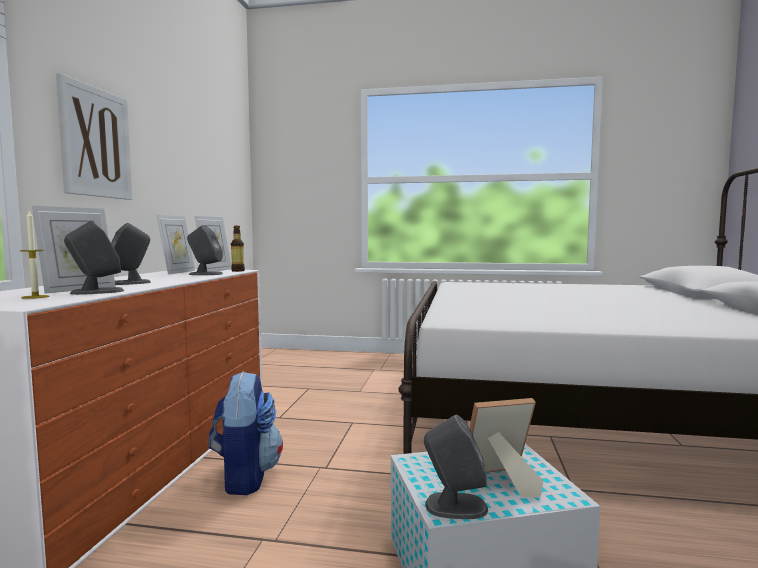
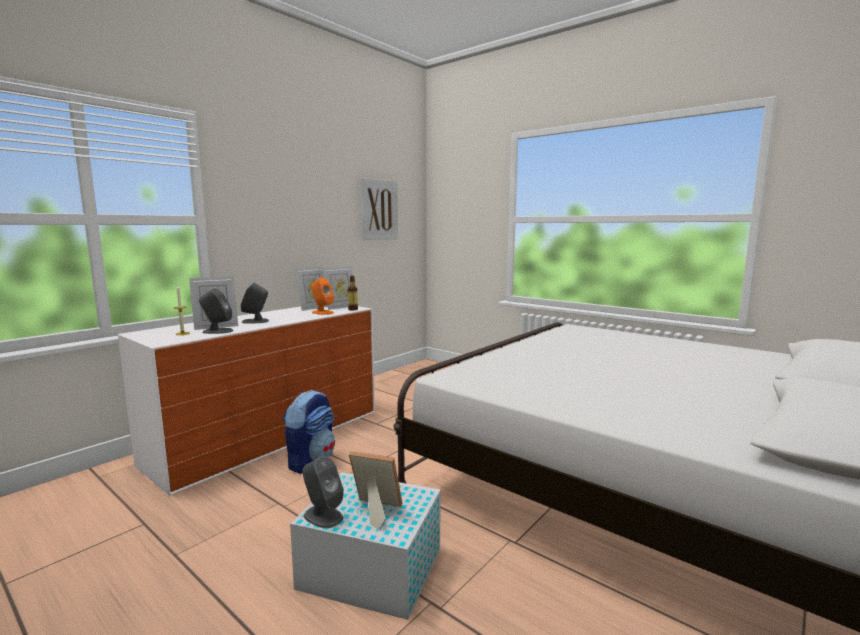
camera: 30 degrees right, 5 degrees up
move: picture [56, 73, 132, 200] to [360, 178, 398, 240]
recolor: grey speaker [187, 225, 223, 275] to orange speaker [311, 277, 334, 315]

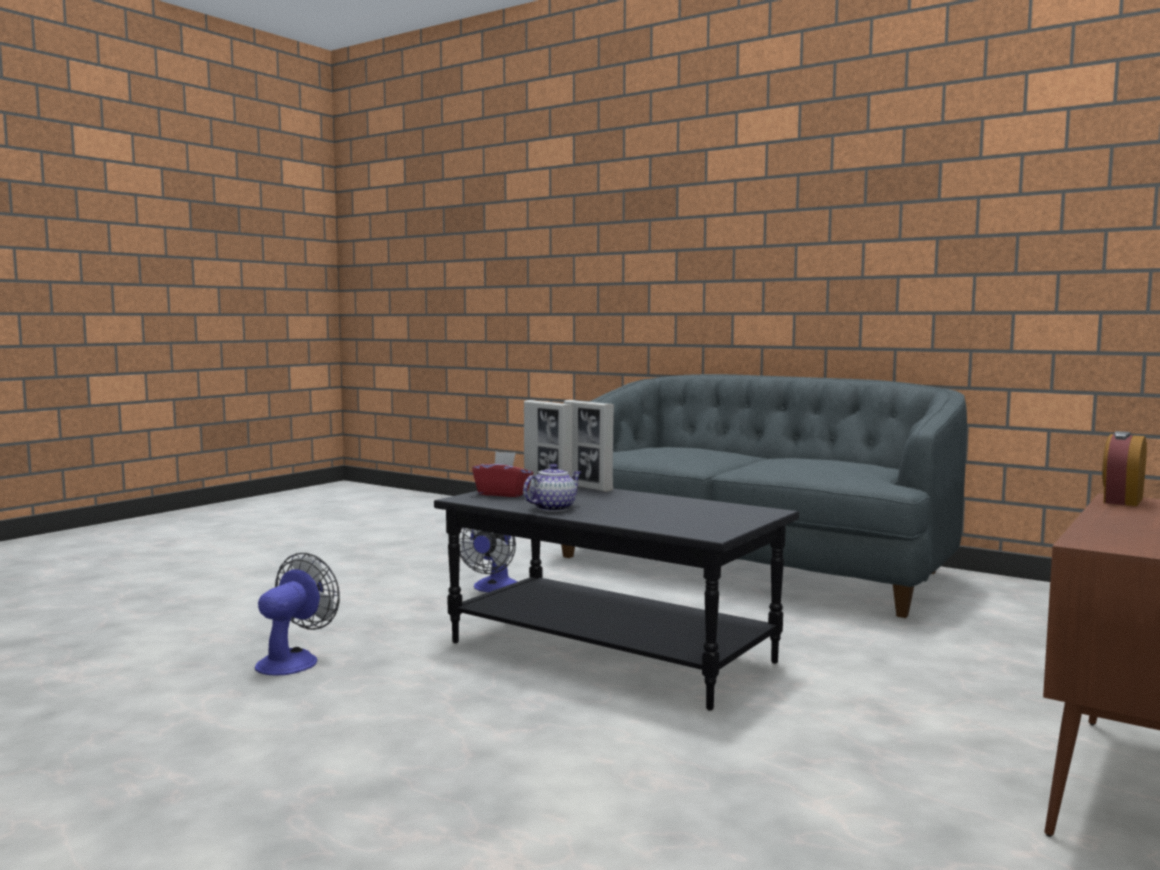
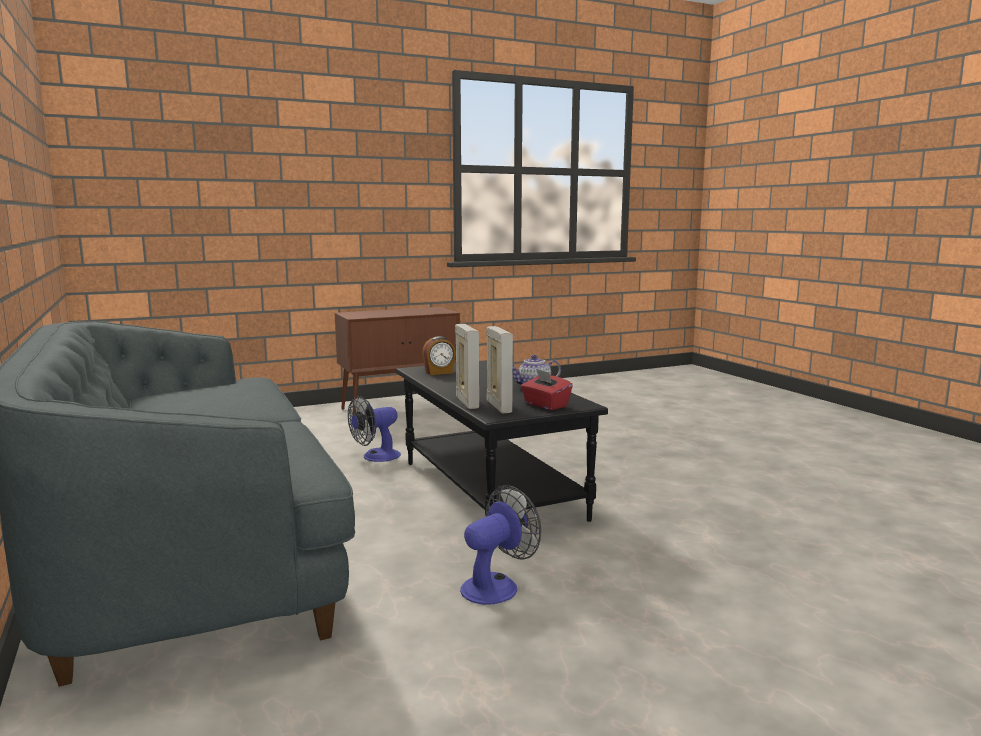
camera: 150 degrees left, 5 degrees up
move: fan [255, 553, 340, 675] to [348, 396, 401, 462]; alarm clock [1102, 431, 1147, 506] to [422, 336, 456, 375]

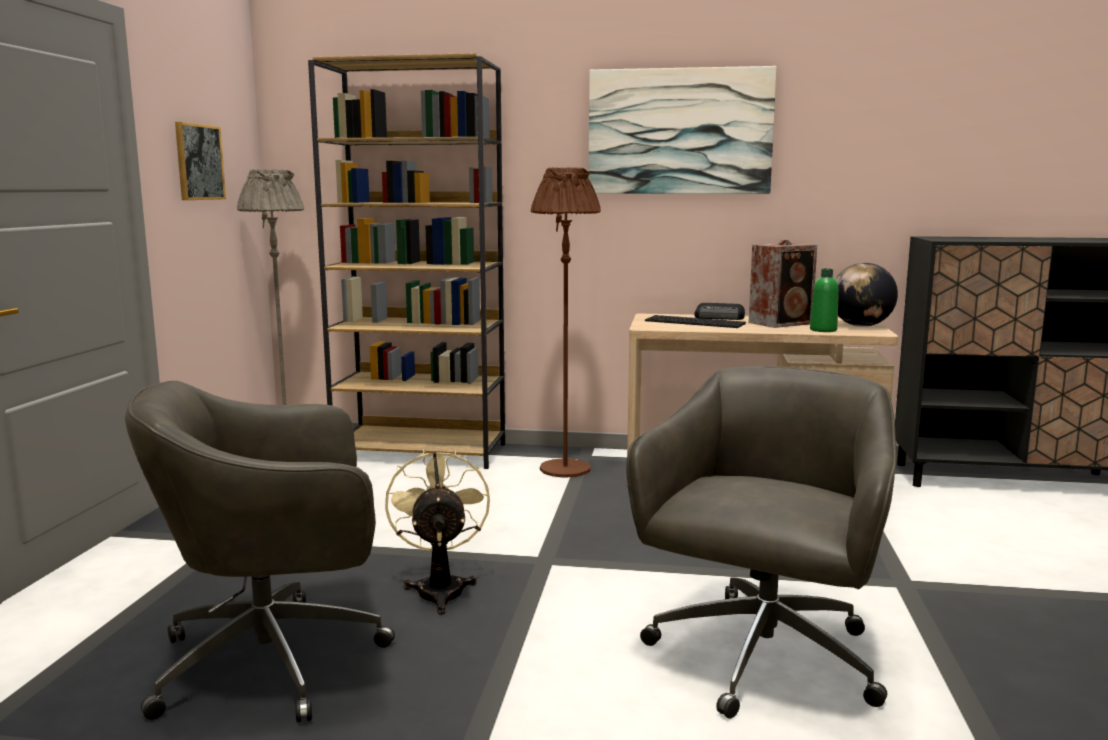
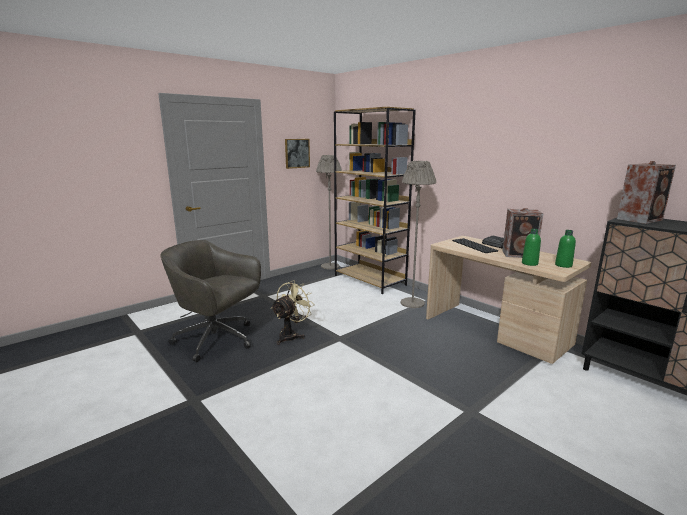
camera: 40 degrees right, 5 degrees up
delete: picture [589, 66, 777, 194]; grey office chair [626, 366, 896, 719]
insert: speaker [617, 161, 676, 224]
replace: globe [835, 263, 898, 327] to green bottle [555, 230, 576, 268]
recolor: brown floor lamp [531, 167, 601, 477] to grey floor lamp [400, 161, 436, 308]

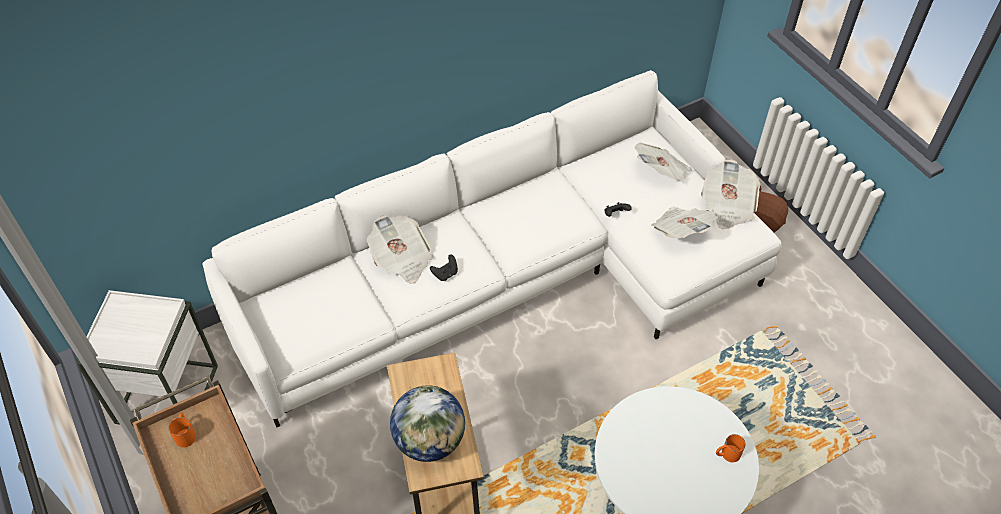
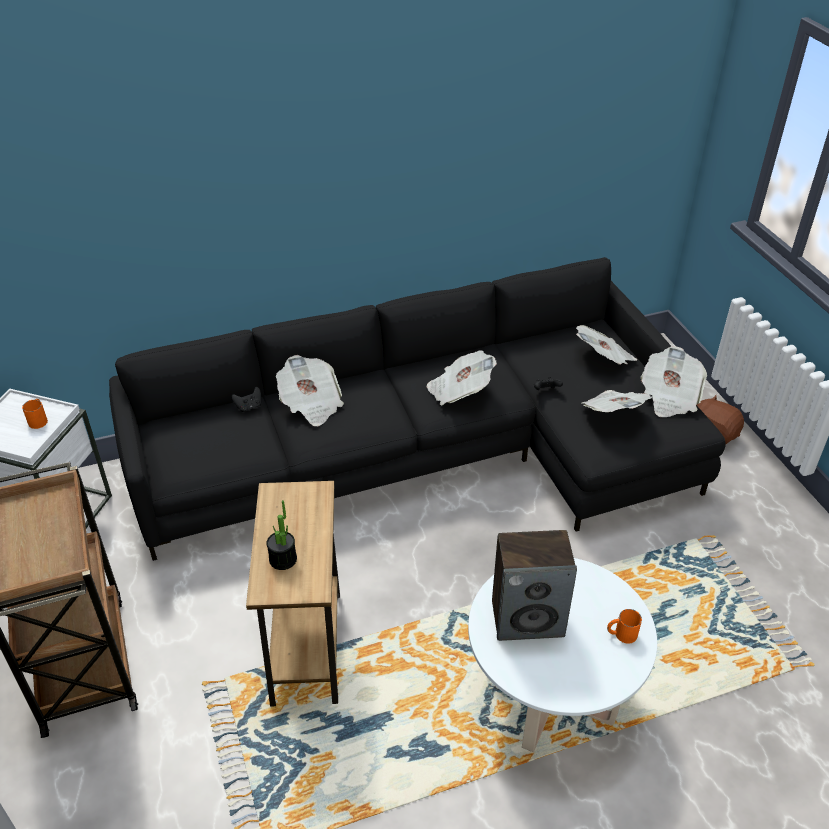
camera: 10 degrees right, 10 degrees down
insert: newspaper [426, 350, 497, 406]; speaker [492, 530, 577, 641]
move: orange mug [169, 413, 196, 447] to [22, 399, 48, 429]; black game controller [430, 254, 458, 281] to [231, 387, 261, 412]
replace: globe [390, 385, 465, 462] to potted plant [267, 500, 297, 570]
recolor: white sofa [202, 70, 782, 427] to black sofa [109, 257, 726, 561]

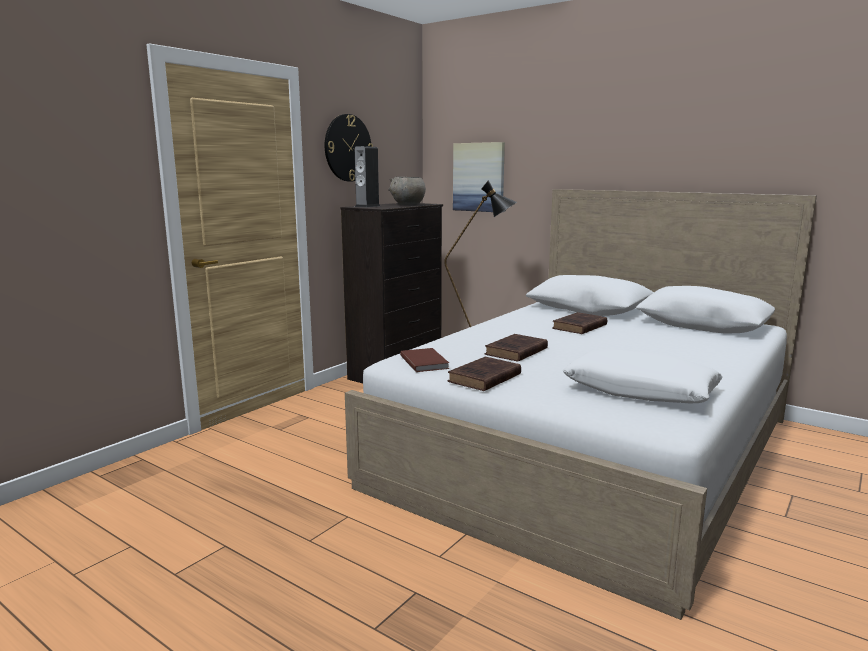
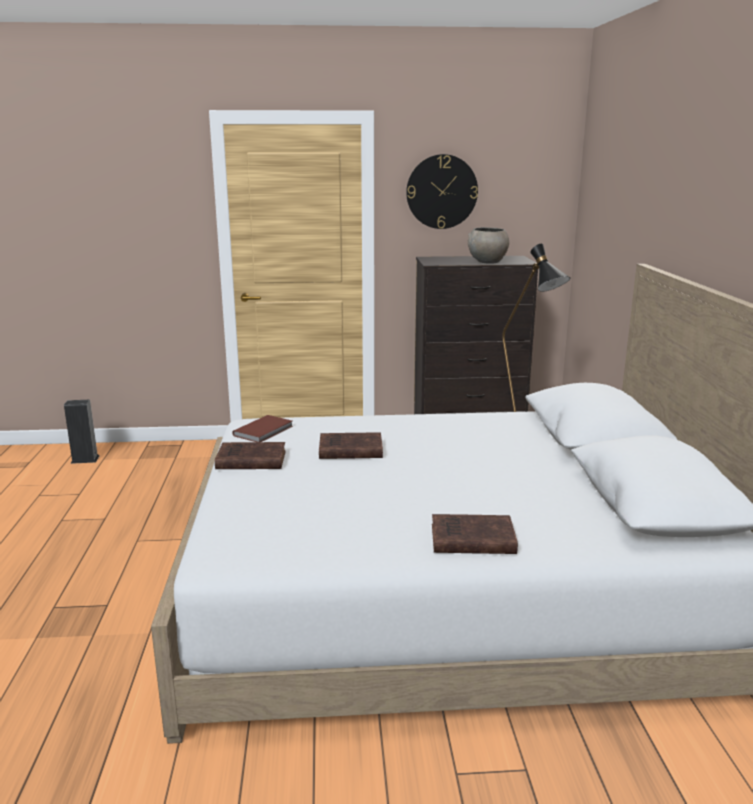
camera: 50 degrees right, 5 degrees up
delete: picture [453, 142, 505, 212]; white pillow [563, 349, 723, 403]
move: speaker [355, 146, 380, 207] to [64, 400, 99, 464]; brown book [552, 312, 607, 334] to [432, 514, 518, 554]

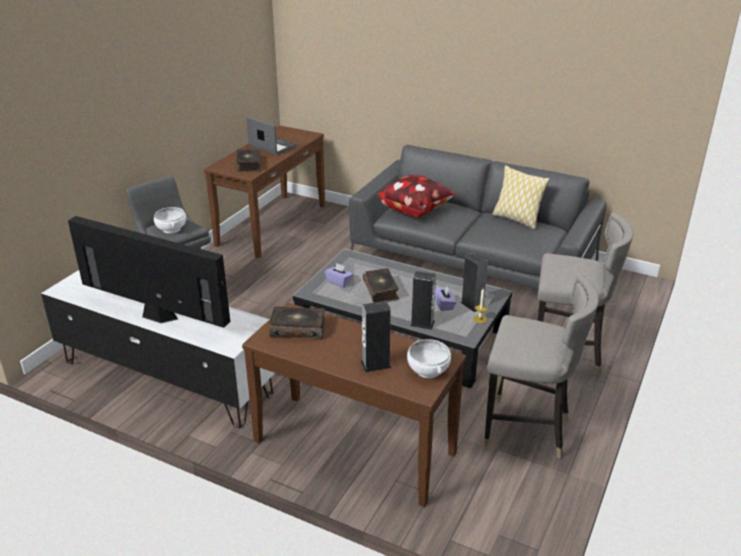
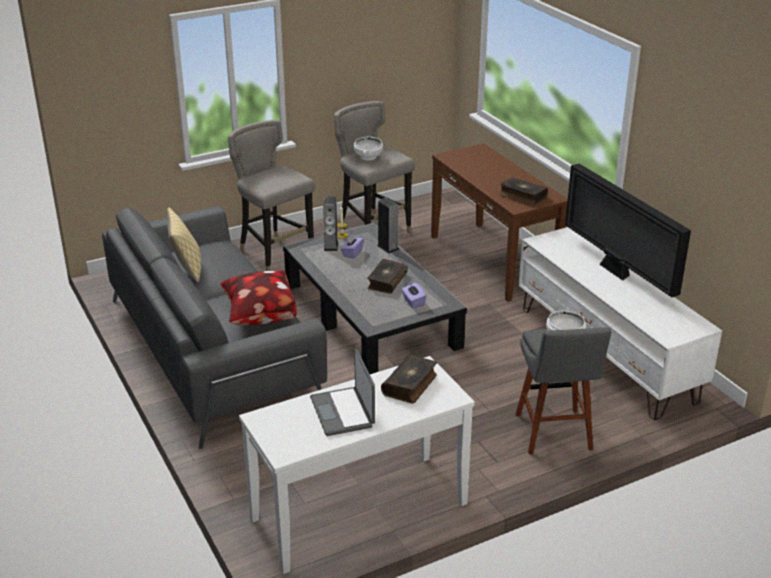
camera: 145 degrees left, 0 degrees up
delete: speaker [360, 301, 392, 372]
move: white bowl [407, 339, 451, 378] to [354, 137, 383, 160]
recolor: brown console table [204, 125, 325, 258] to white console table [239, 356, 475, 574]

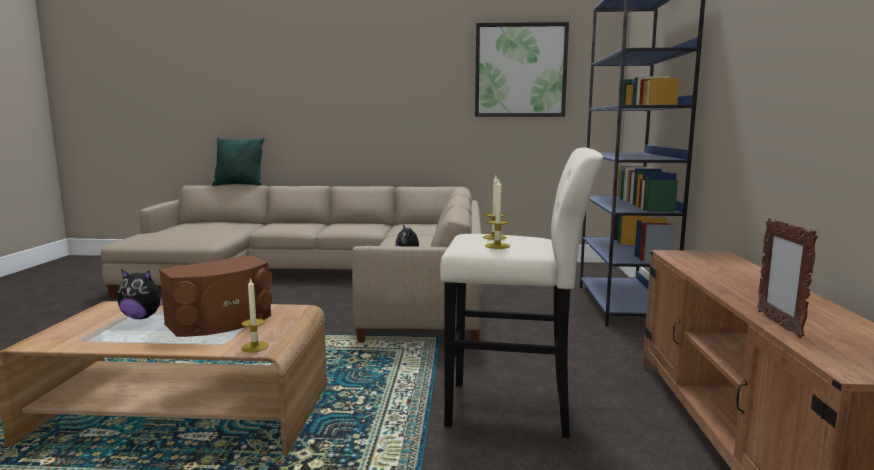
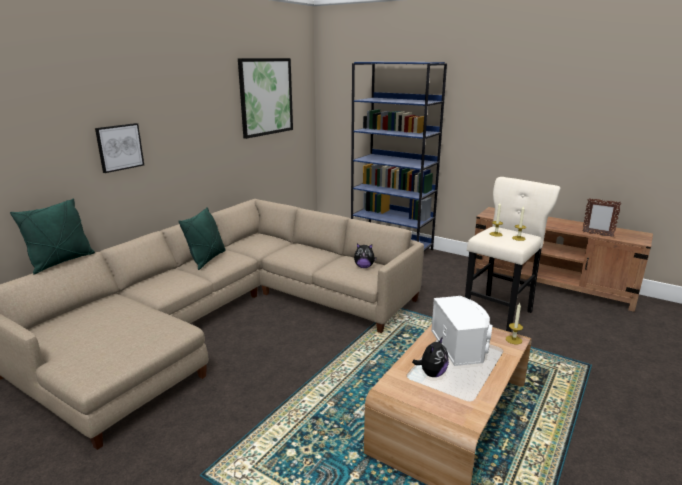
camera: 60 degrees left, 10 degrees up
insert: picture [95, 123, 144, 173]; green pillow [178, 207, 226, 270]
recolor: brown speaker [159, 255, 272, 337] to white speaker [431, 296, 492, 366]

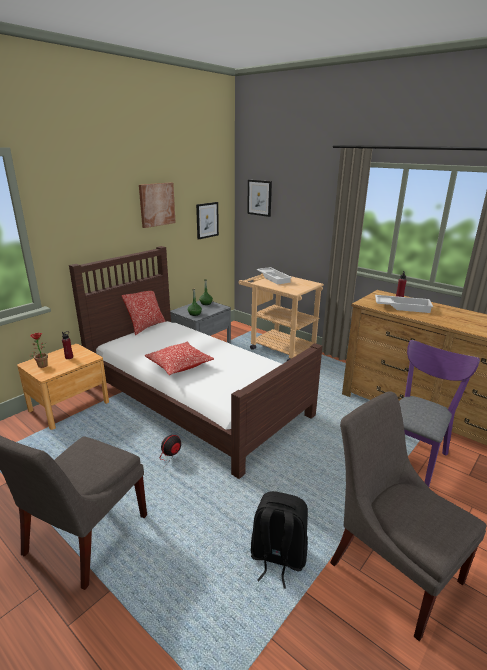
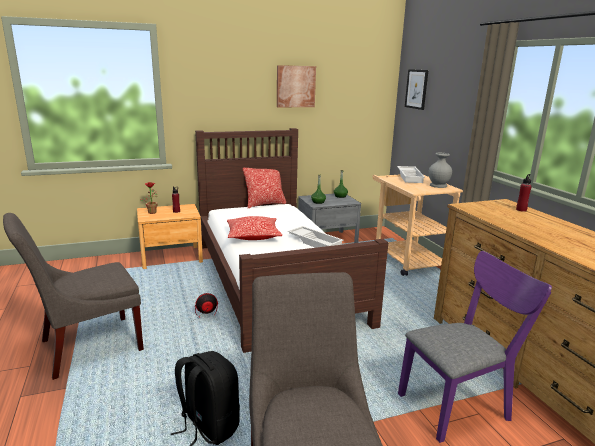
camera: 30 degrees right, 5 degrees down
delete: picture [196, 202, 219, 240]
insert: grey vase [428, 153, 452, 188]
move: white tray [375, 295, 433, 313] to [288, 226, 344, 248]

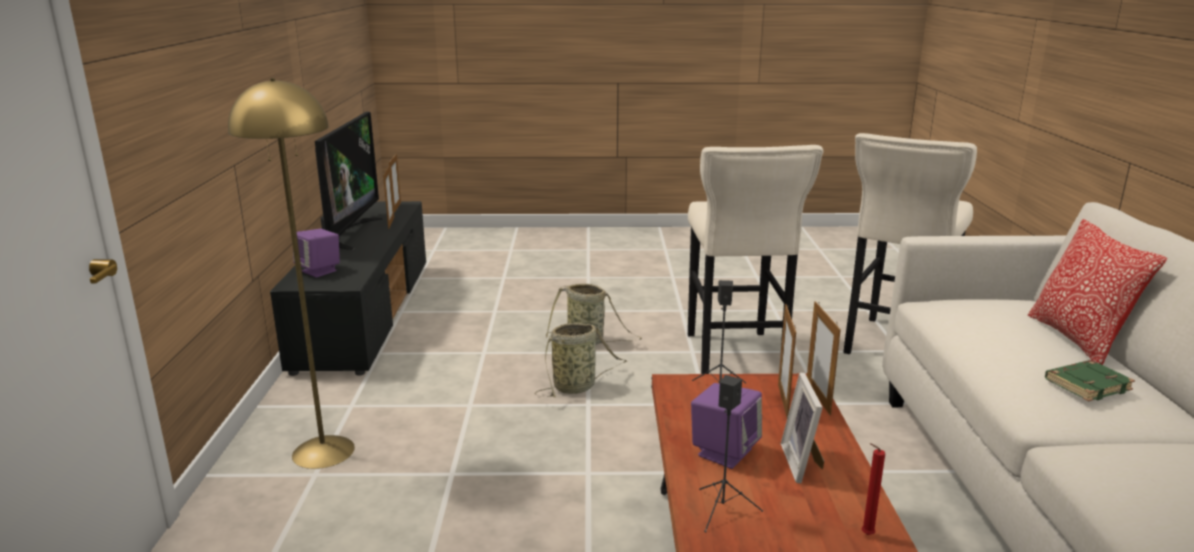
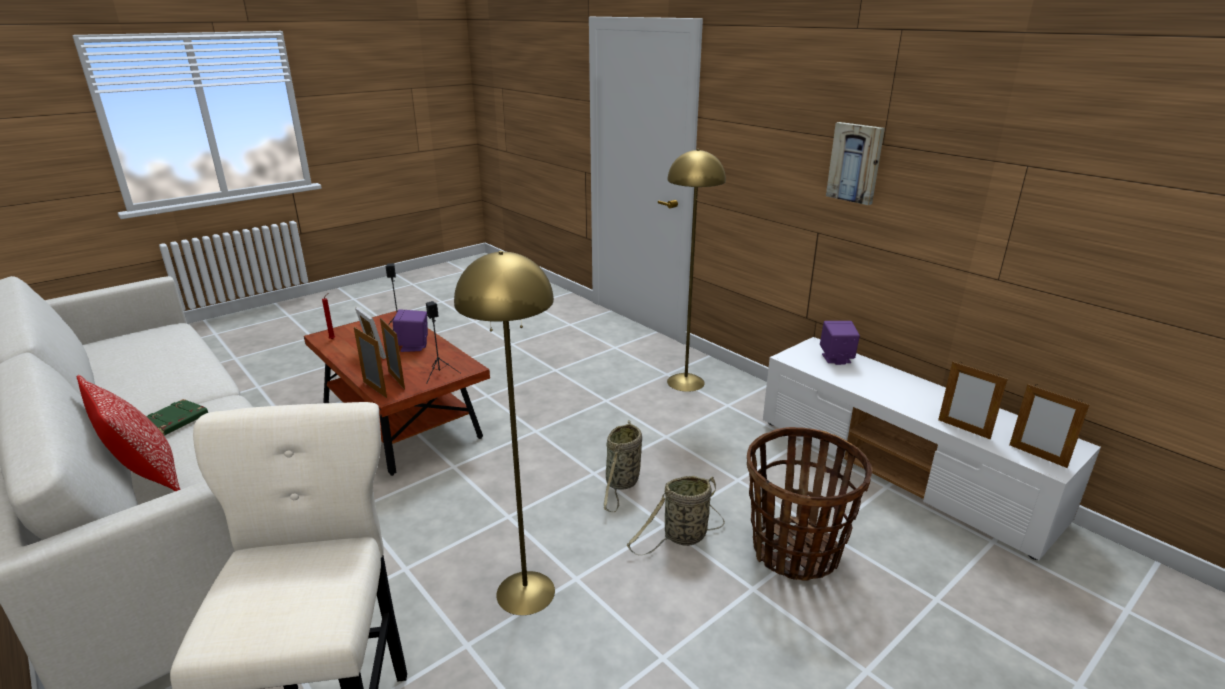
camera: 140 degrees right, 5 degrees up
delete: television [315, 112, 383, 250]
insert: basket [747, 427, 872, 580]; picture [826, 122, 885, 205]
replace: beige stool [688, 145, 823, 374] to yellow floor lamp [454, 251, 555, 615]
recolor: black tv stand [270, 201, 426, 376] to white tv stand [763, 337, 1101, 560]

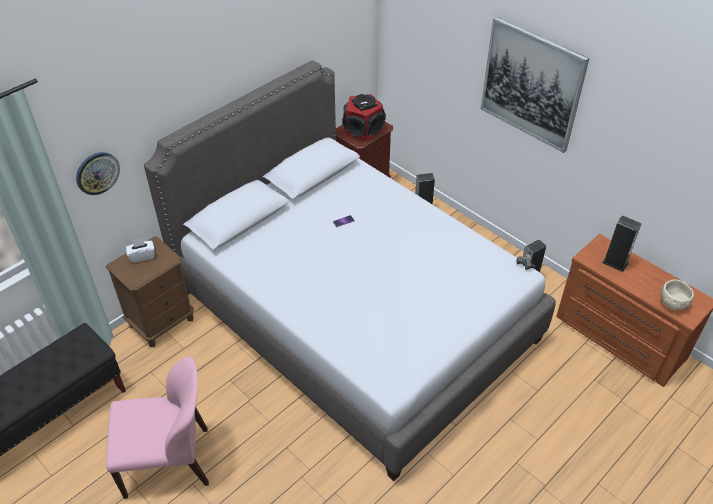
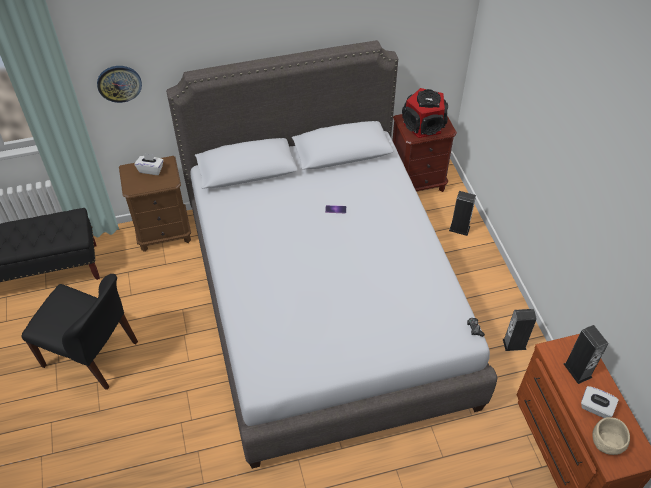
camera: 30 degrees right, 5 degrees up
delete: picture [481, 17, 589, 153]
insert: white tissue box [581, 386, 619, 418]
recolor: pink chair [106, 357, 209, 499] to black chair [21, 274, 138, 390]

